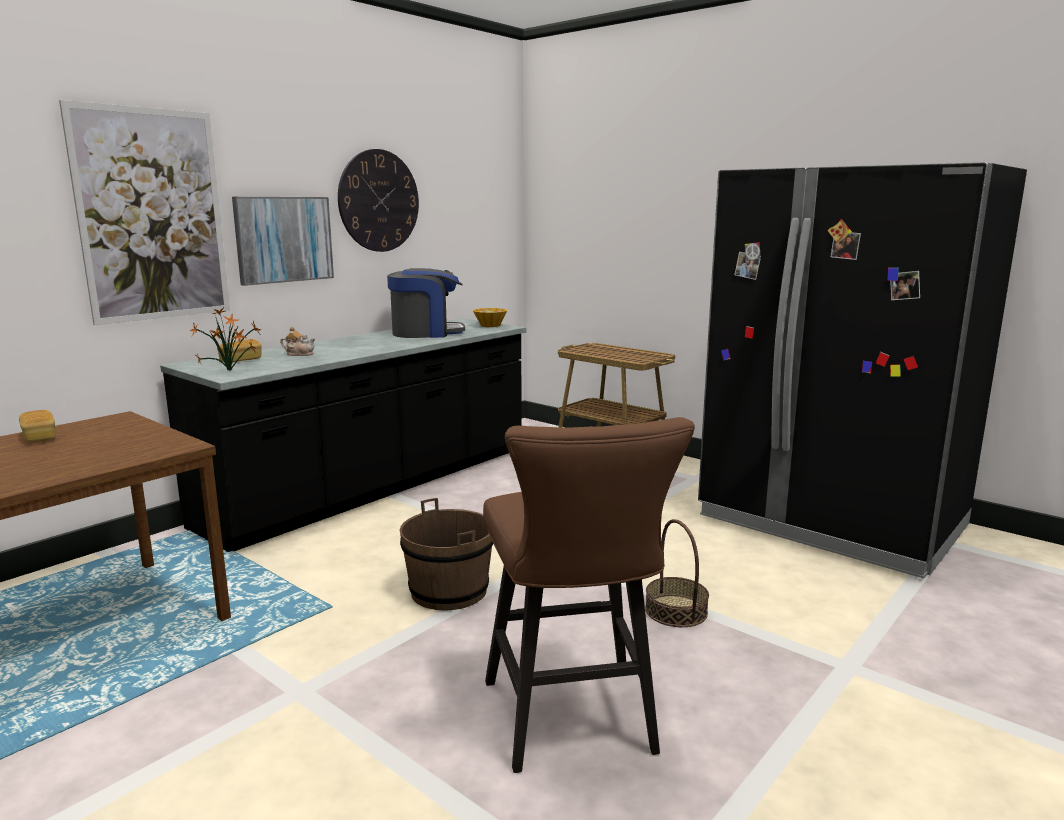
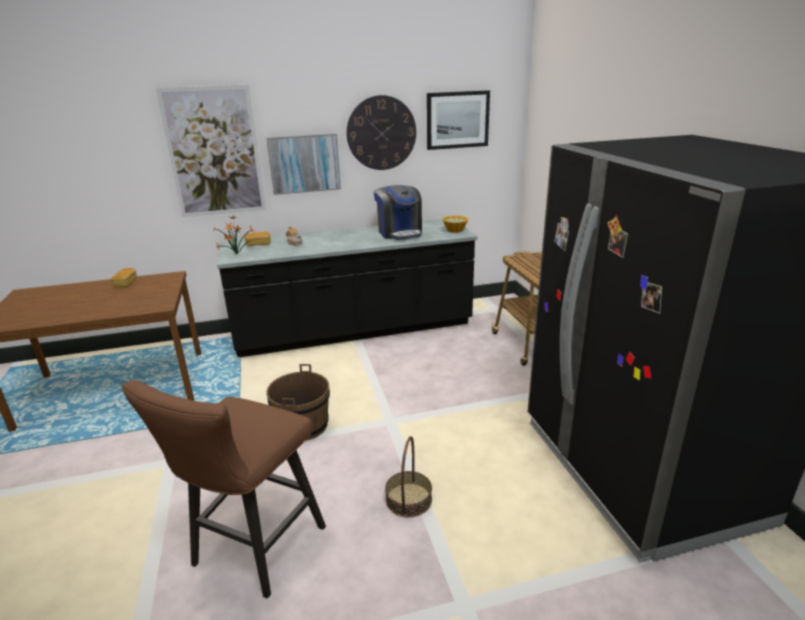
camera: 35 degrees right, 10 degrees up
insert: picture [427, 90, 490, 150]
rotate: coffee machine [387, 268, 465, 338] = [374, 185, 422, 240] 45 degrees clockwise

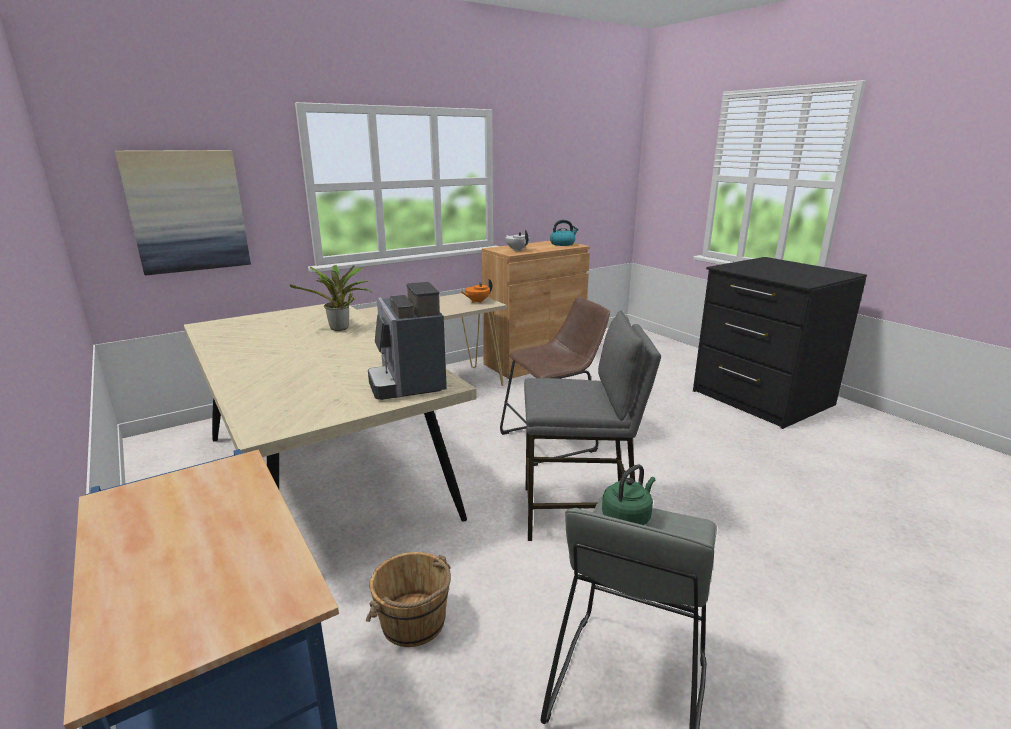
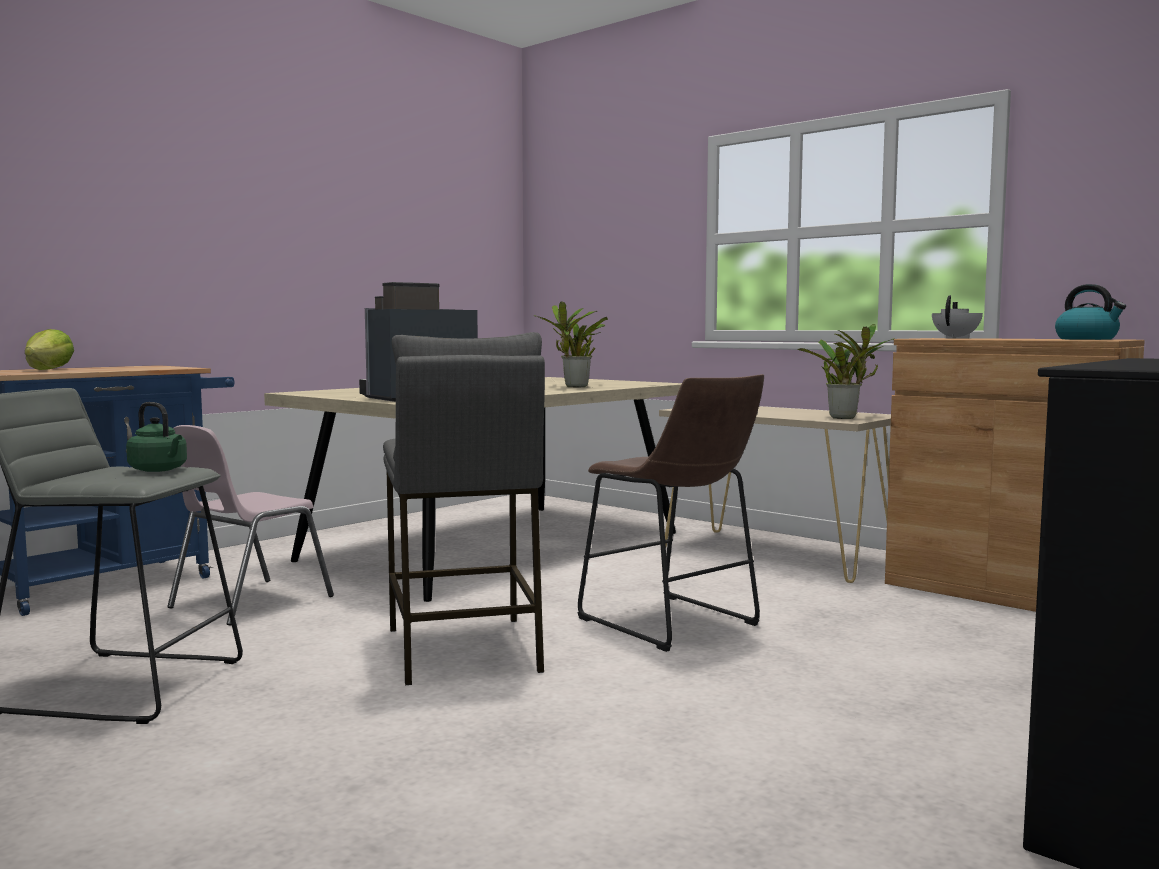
camera: 75 degrees right, 15 degrees down
delete: picture [115, 150, 251, 275]
insert: lettuce [25, 329, 74, 370]
replace: brown bucket [366, 552, 451, 647] to pink chair [167, 425, 334, 626]; orange teapot [461, 279, 492, 303] to potted plant [797, 324, 895, 419]

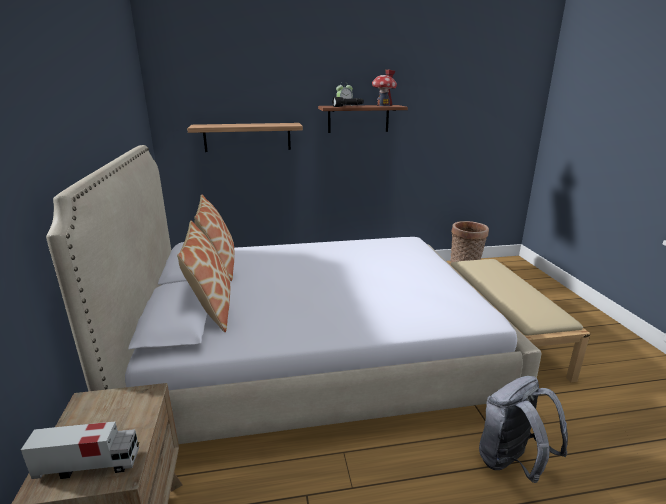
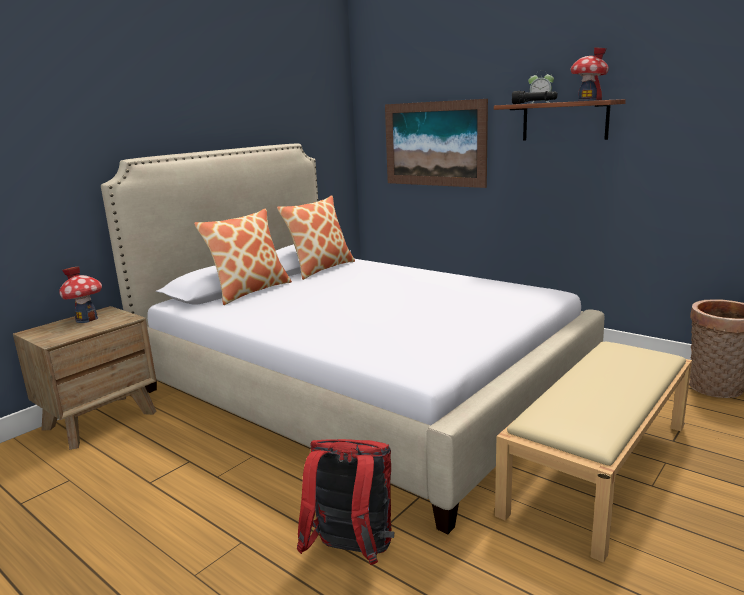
camera: 50 degrees right, 5 degrees down
delete: toy truck [21, 422, 139, 479]
insert: toy house [59, 267, 102, 323]
replace: shelf [187, 123, 303, 152] to picture [385, 99, 488, 188]
recolor: grey backpack [479, 376, 568, 483] to red backpack [297, 439, 394, 565]

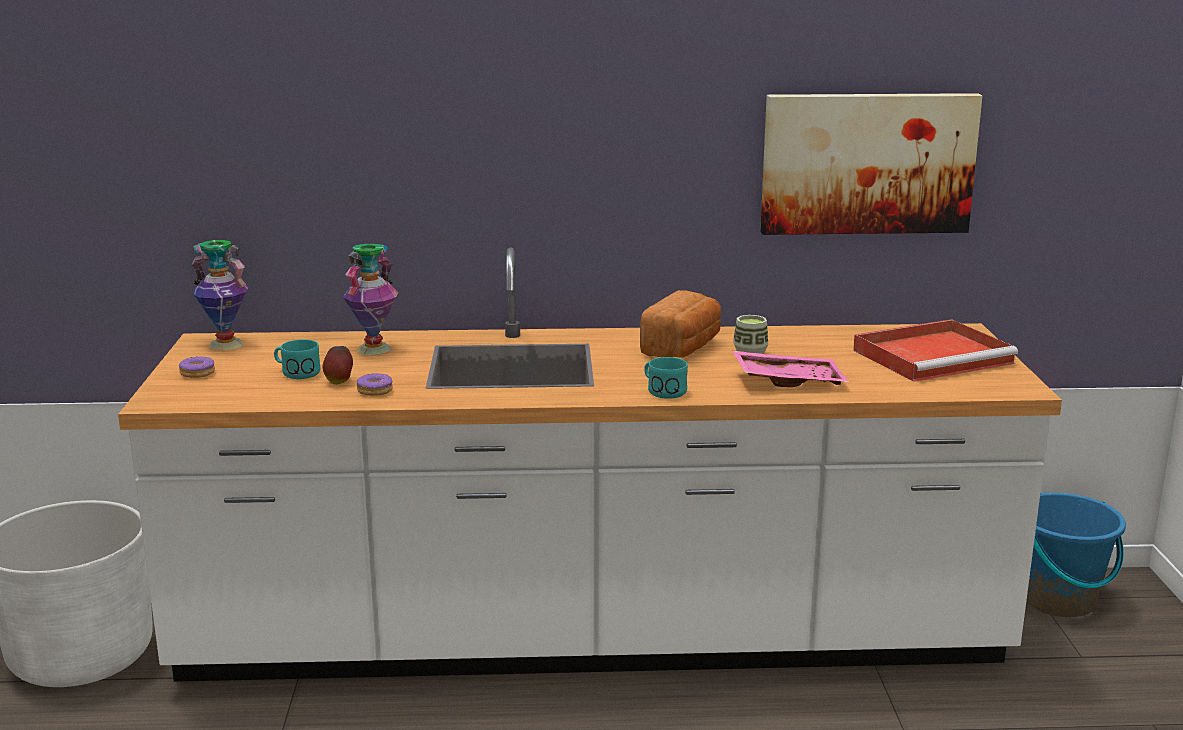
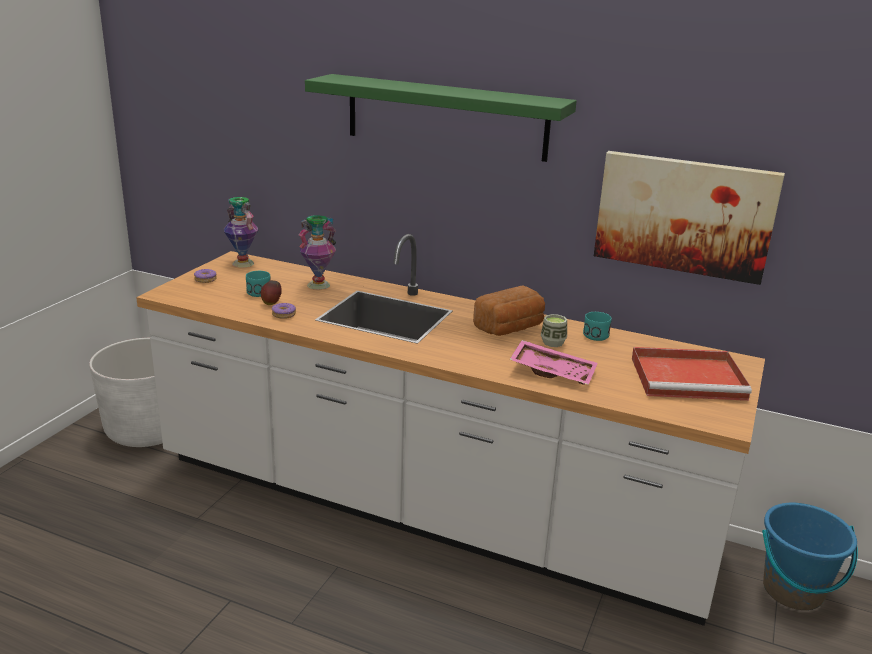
camera: 25 degrees right, 5 degrees up
insert: green shelf [305, 74, 577, 162]
move: turquoise mug [644, 357, 688, 399] to [583, 312, 612, 341]

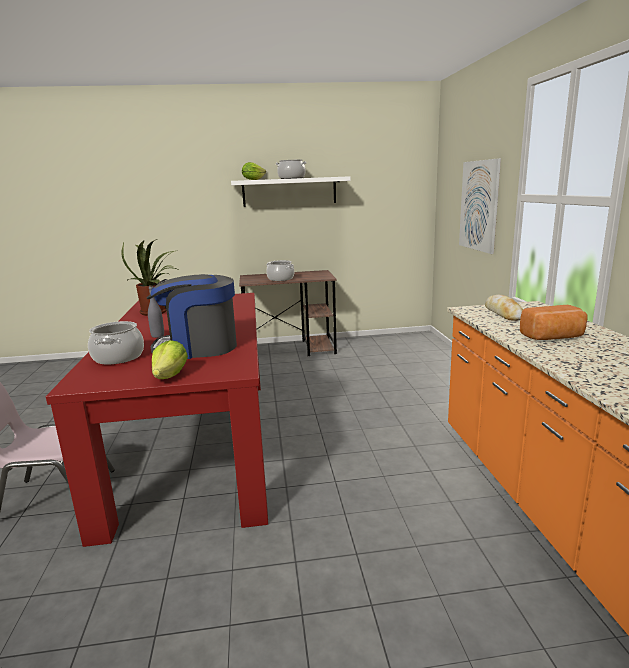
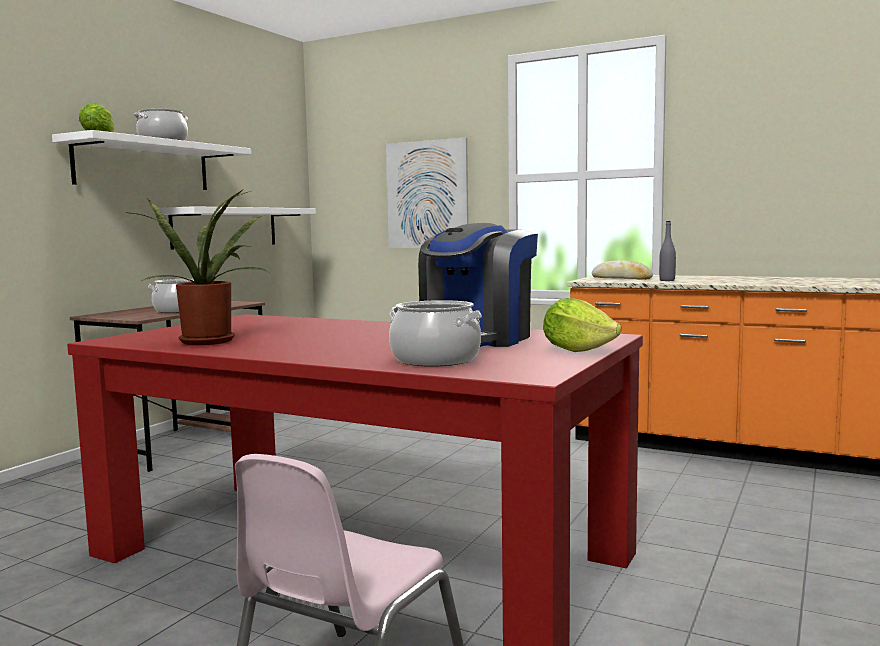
camera: 55 degrees left, 10 degrees down
delete: bread [520, 305, 587, 340]
insert: white shelf [159, 206, 316, 250]
move: grey bottle [148, 285, 164, 338] to [659, 221, 676, 281]

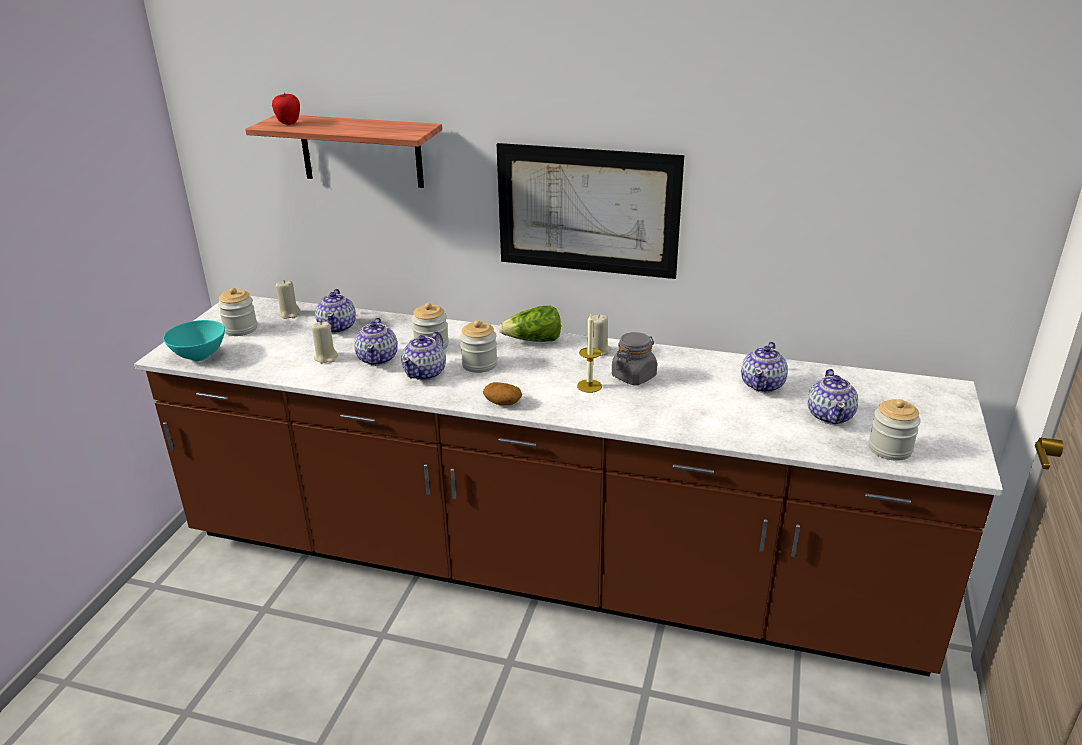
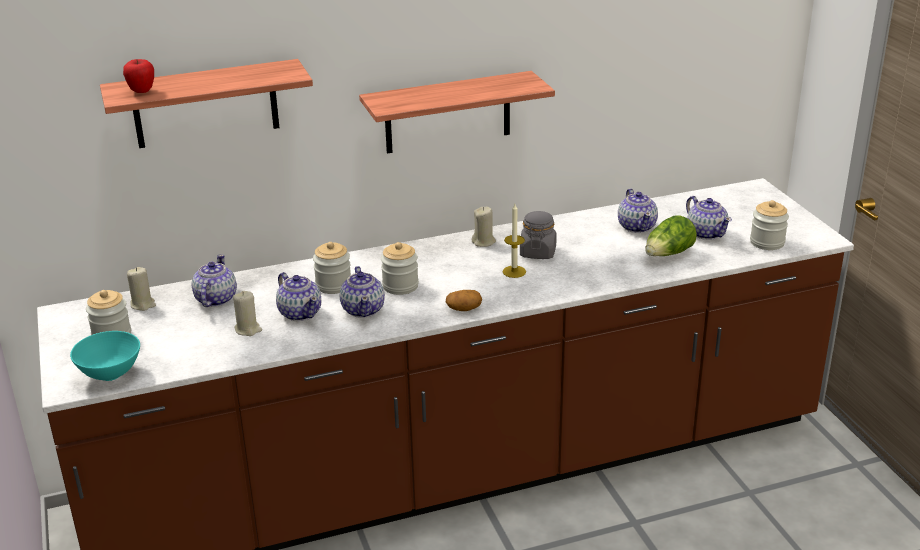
camera: 35 degrees left, 0 degrees up
move: lettuce [498, 306, 561, 342] to [645, 215, 697, 256]
replace: picture [497, 143, 684, 279] to shelf [359, 71, 555, 154]
rotate: teapot [315, 289, 356, 333] = [191, 254, 237, 307] 135 degrees counterclockwise

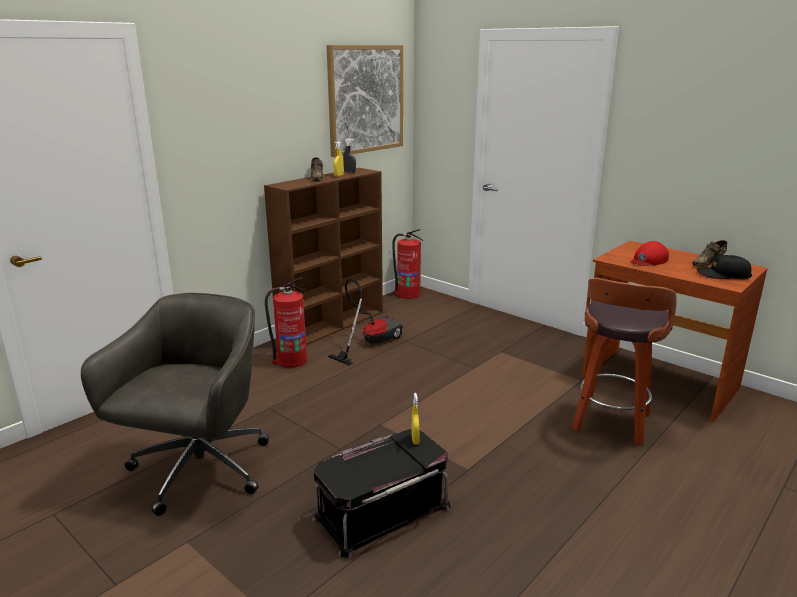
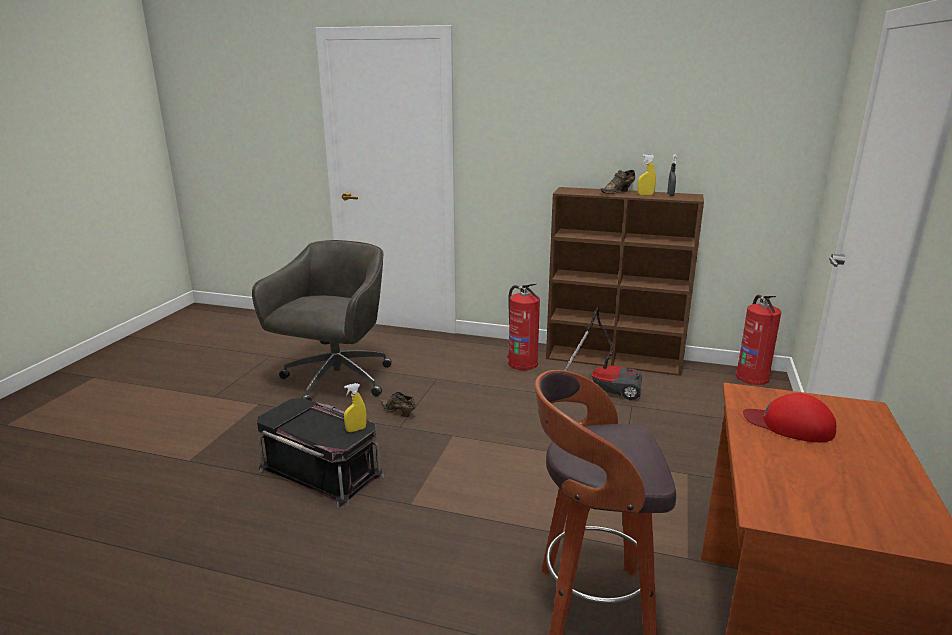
camera: 65 degrees right, 0 degrees up
delete: picture [327, 45, 403, 157]; black cap [697, 255, 752, 279]
move: brown shoe [692, 240, 728, 267] to [380, 392, 416, 417]
rotate: grey office chair [81, 293, 269, 516] = [252, 240, 392, 401] 60 degrees counterclockwise

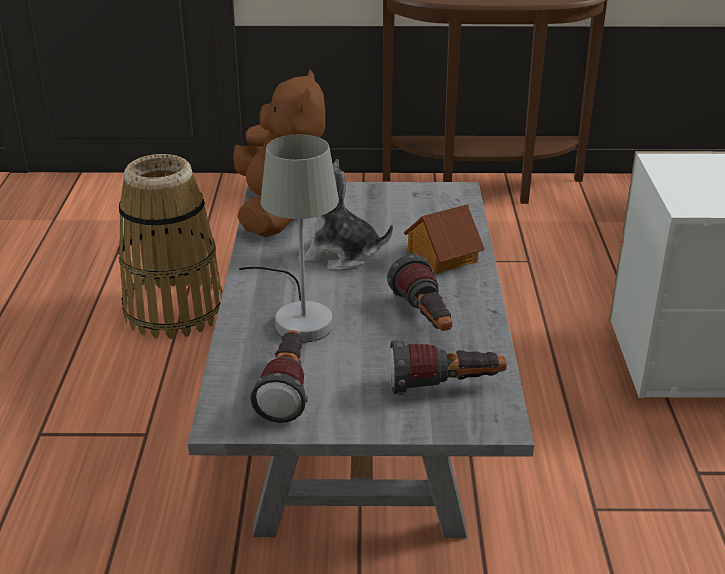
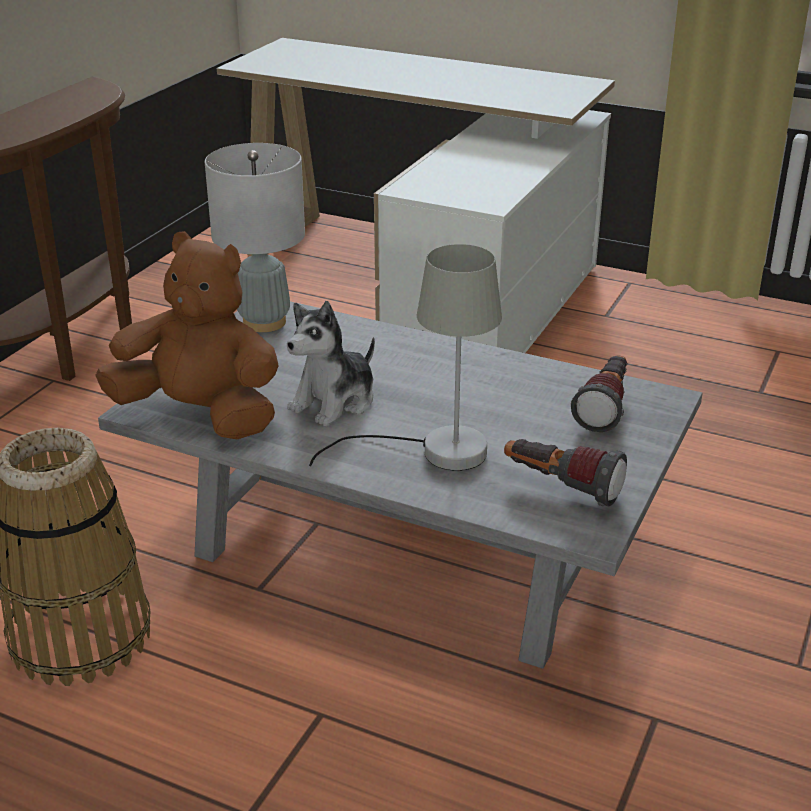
camera: 65 degrees left, 0 degrees up
delete: flashlight [387, 254, 452, 331]; toy house [404, 204, 485, 274]
insert: grey table lamp [205, 143, 305, 332]

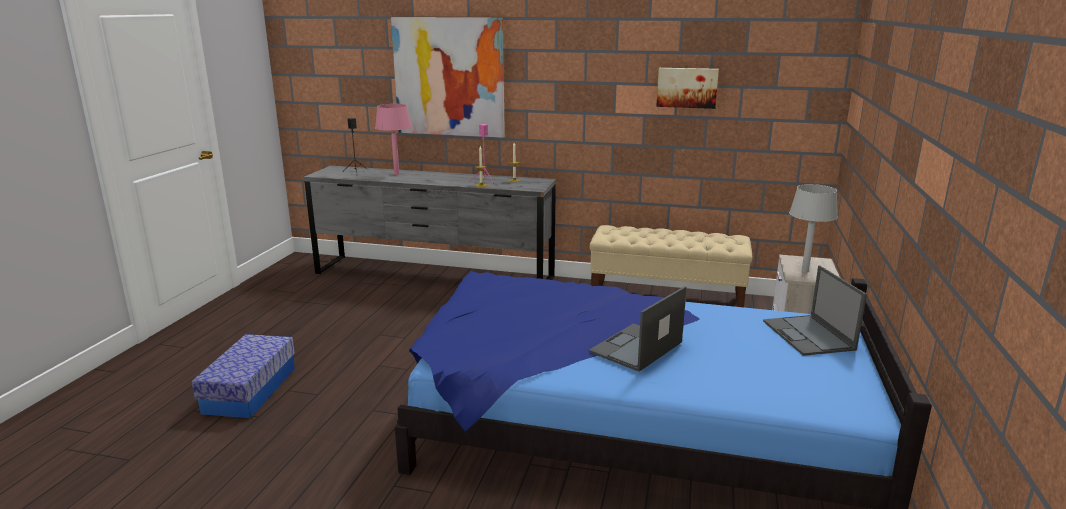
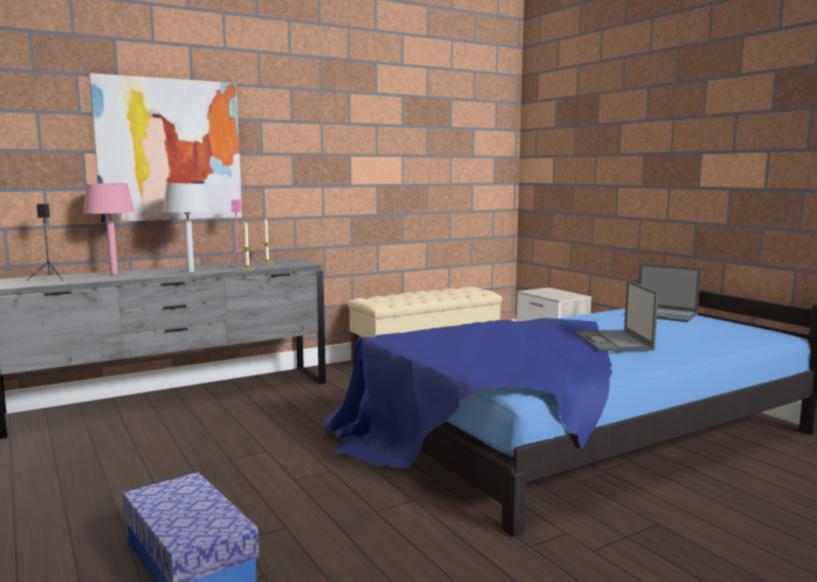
camera: 45 degrees left, 10 degrees down
delete: picture [656, 68, 719, 109]
move: grey table lamp [789, 184, 838, 272] to [163, 183, 211, 272]

